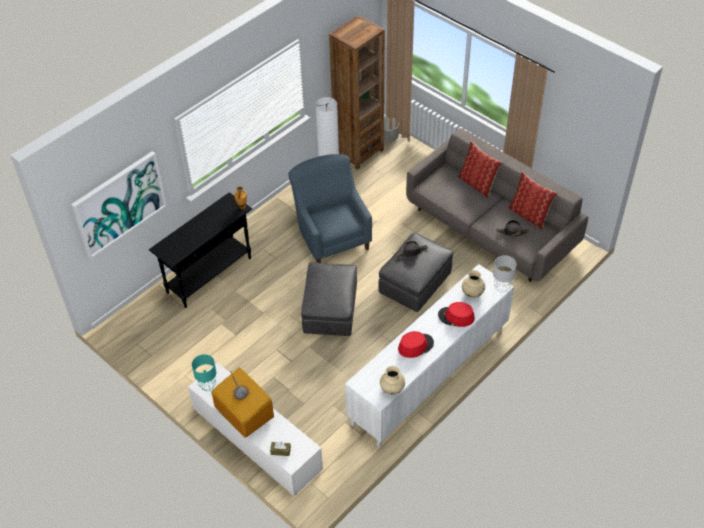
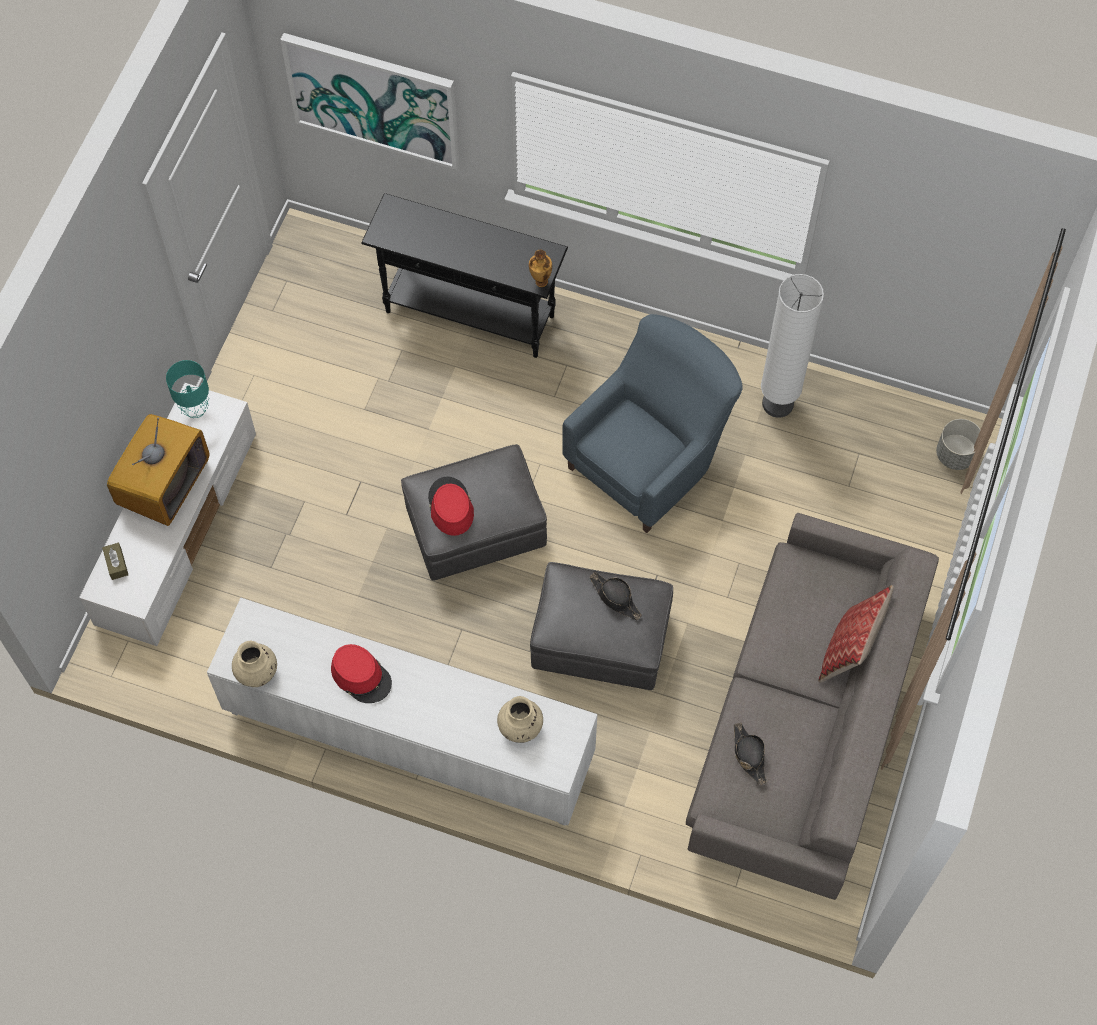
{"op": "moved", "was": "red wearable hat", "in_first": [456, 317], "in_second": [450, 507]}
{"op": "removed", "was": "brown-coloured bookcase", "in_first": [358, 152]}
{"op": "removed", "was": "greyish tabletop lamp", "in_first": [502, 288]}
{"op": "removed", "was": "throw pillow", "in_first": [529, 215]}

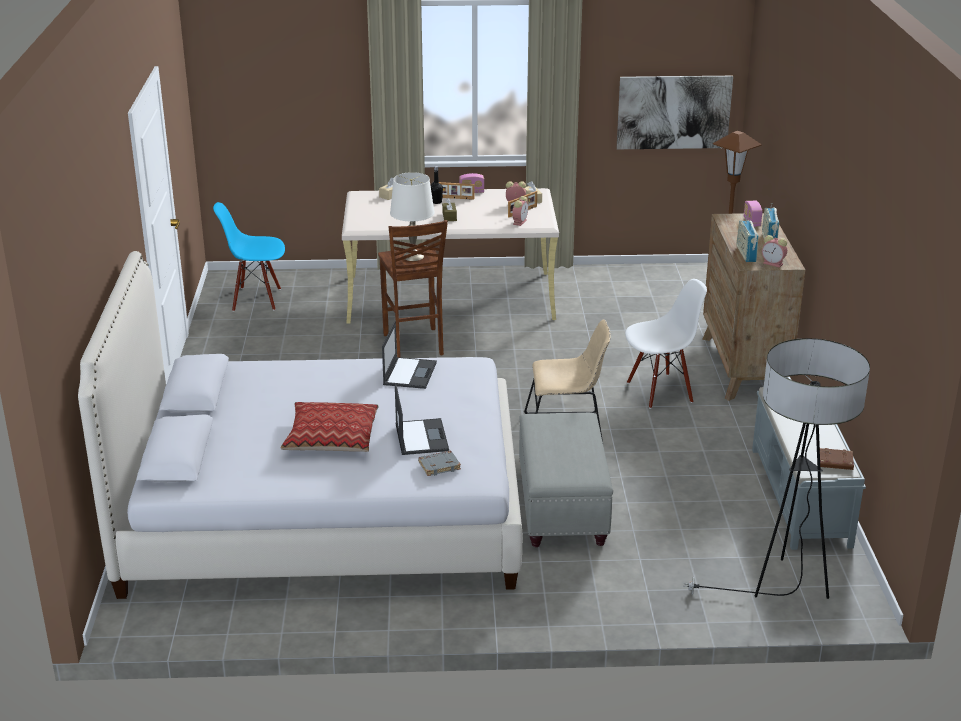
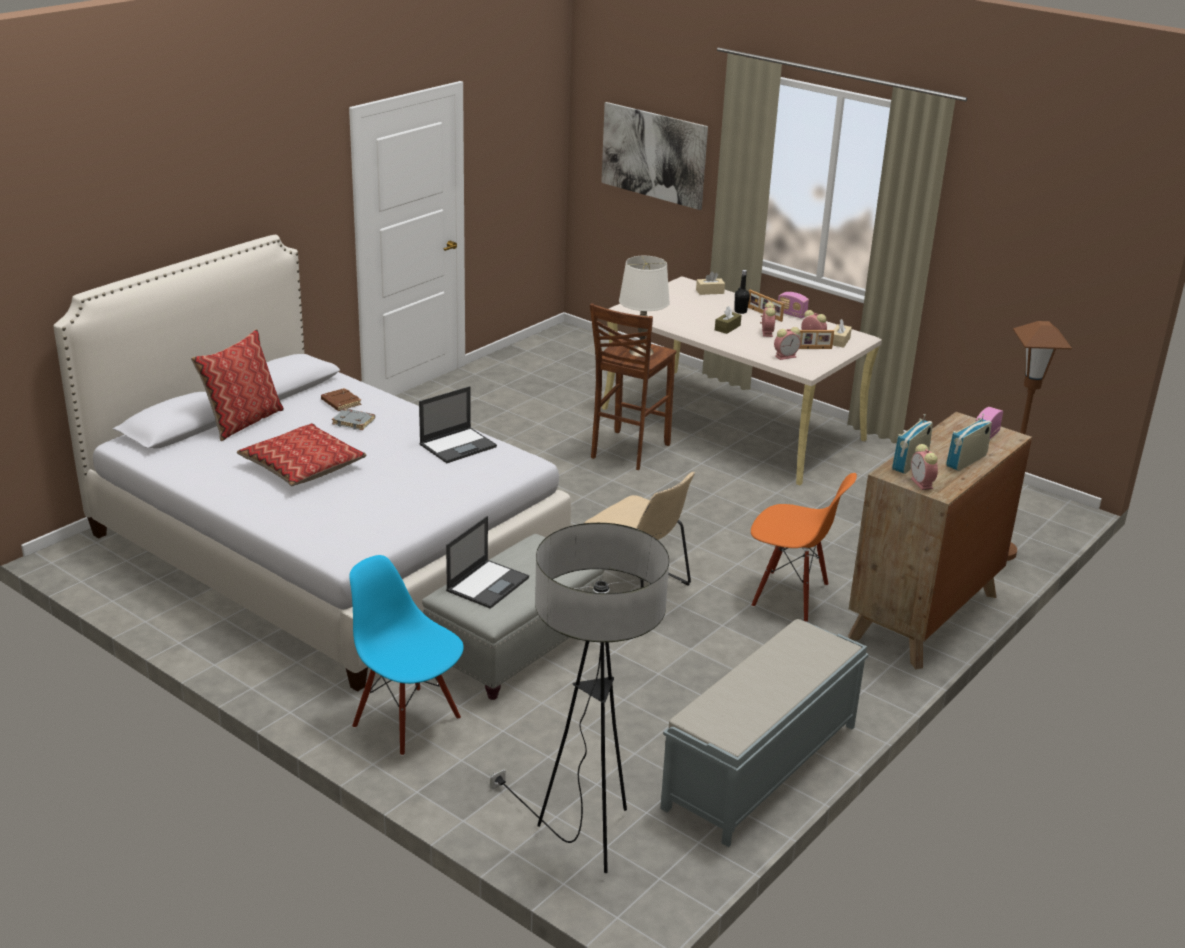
{"op": "added", "now": "throw pillow", "in_second": [243, 421]}
{"op": "moved", "was": "brown-coloured volume", "in_first": [834, 462], "in_second": [340, 403]}
{"op": "moved", "was": "greyish volume", "in_first": [439, 465], "in_second": [354, 422]}
{"op": "moved", "was": "bluish chair", "in_first": [256, 299], "in_second": [407, 721]}
{"op": "moved", "was": "portable computer", "in_first": [421, 437], "in_second": [488, 584]}
{"op": "moved", "was": "wall art", "in_first": [673, 112], "in_second": [653, 155]}
{"op": "recoloured", "was": "whitish chair", "now": "orange chair", "in_first": [660, 391], "in_second": [790, 596]}
{"op": "added", "now": "table clock", "in_second": [767, 332]}

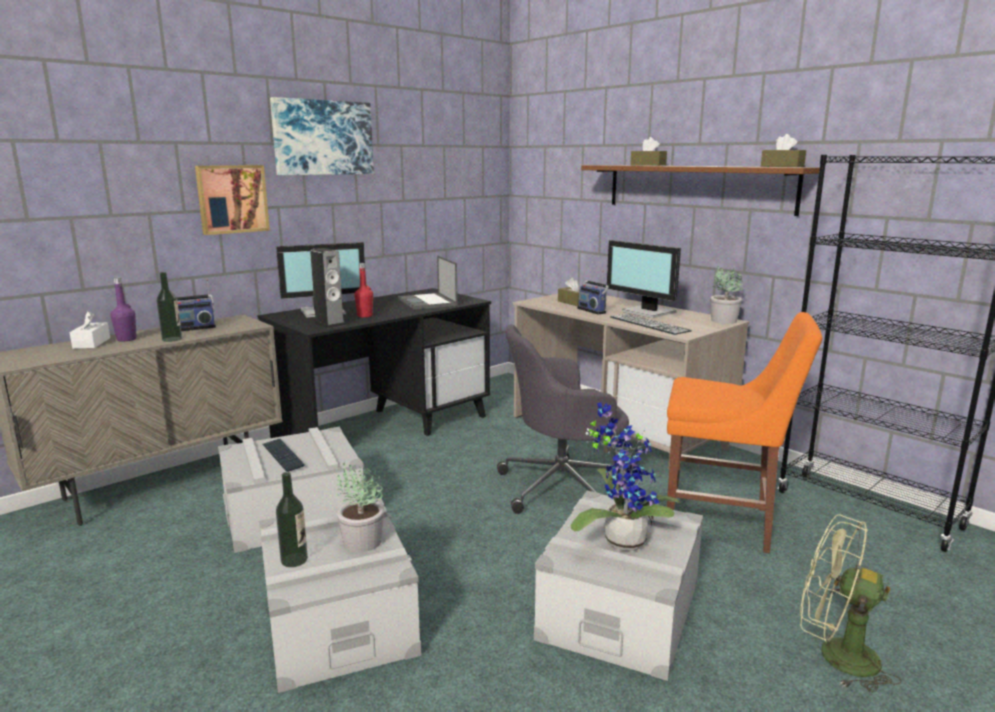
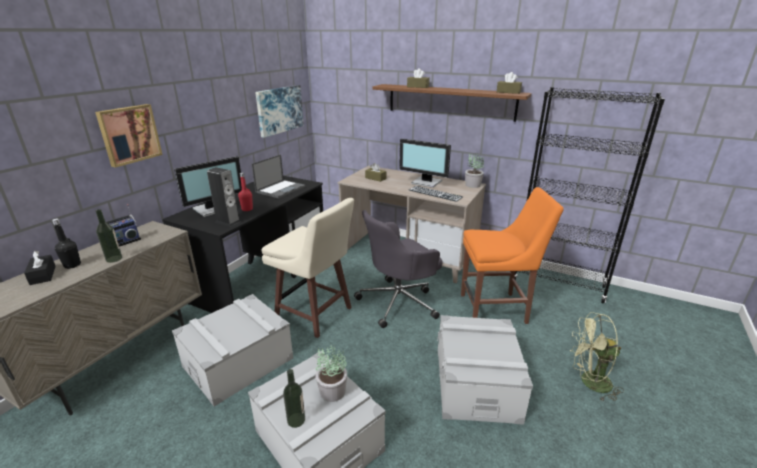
{"op": "recoloured", "was": "whitish tissue holder", "now": "blackish tissue holder", "in_first": [91, 343], "in_second": [43, 275]}
{"op": "recoloured", "was": "purple beverage bottle", "now": "blackish beverage bottle", "in_first": [126, 339], "in_second": [72, 265]}
{"op": "turned", "was": "portable computer", "in_first": [427, 302], "in_second": [281, 189], "clockwise": -105}
{"op": "moved", "was": "wall art", "in_first": [323, 138], "in_second": [279, 110]}
{"op": "added", "now": "beige stool", "in_second": [315, 314]}
{"op": "removed", "was": "PC keyboard", "in_first": [282, 456]}
{"op": "removed", "was": "houseplant", "in_first": [620, 539]}
{"op": "removed", "was": "radio set", "in_first": [593, 310]}

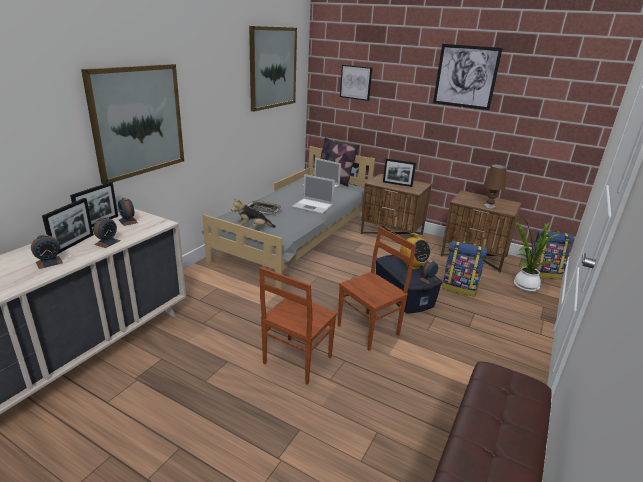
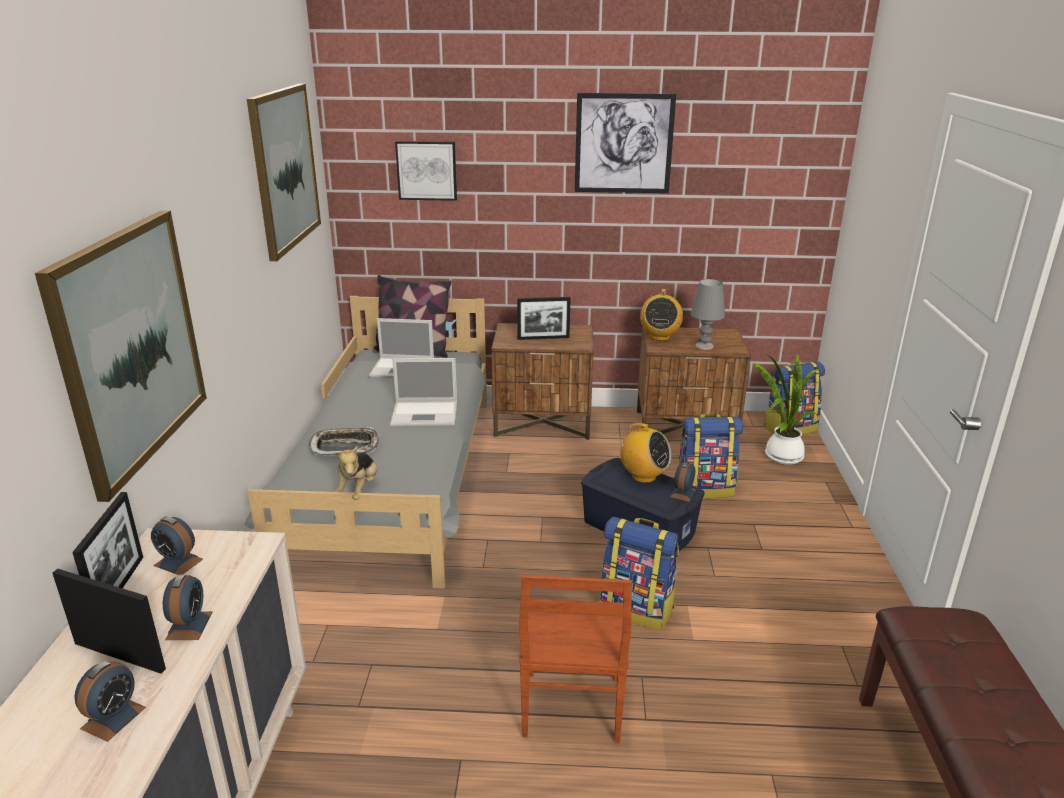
{"op": "turned", "was": "photo frame", "in_first": [73, 244], "in_second": [119, 656], "clockwise": -60}
{"op": "turned", "was": "cuddly toy", "in_first": [252, 228], "in_second": [358, 490], "clockwise": -45}
{"op": "replaced", "was": "brown-coloured chair", "now": "rucksack", "in_first": [369, 330], "in_second": [637, 608]}
{"op": "added", "now": "radio set", "in_second": [659, 337]}
{"op": "recoloured", "was": "brown-coloured tabletop lamp", "now": "greyish tabletop lamp", "in_first": [489, 206], "in_second": [704, 346]}

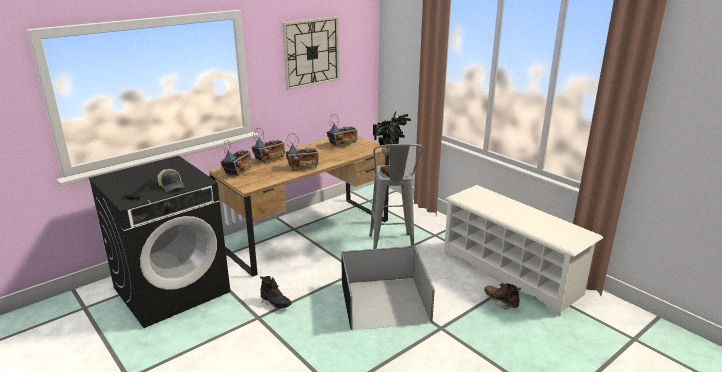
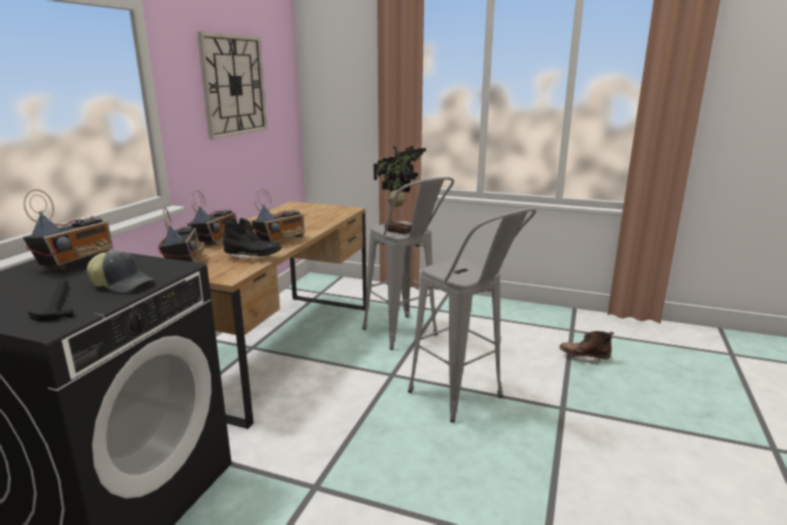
{"op": "moved", "was": "radio set", "in_first": [343, 144], "in_second": [77, 262]}
{"op": "moved", "was": "blackish boot", "in_first": [276, 304], "in_second": [252, 258]}
{"op": "replaced", "was": "blackish storage bin", "now": "greyish stool", "in_first": [383, 302], "in_second": [465, 401]}
{"op": "removed", "was": "whitish shoe shelf", "in_first": [511, 273]}

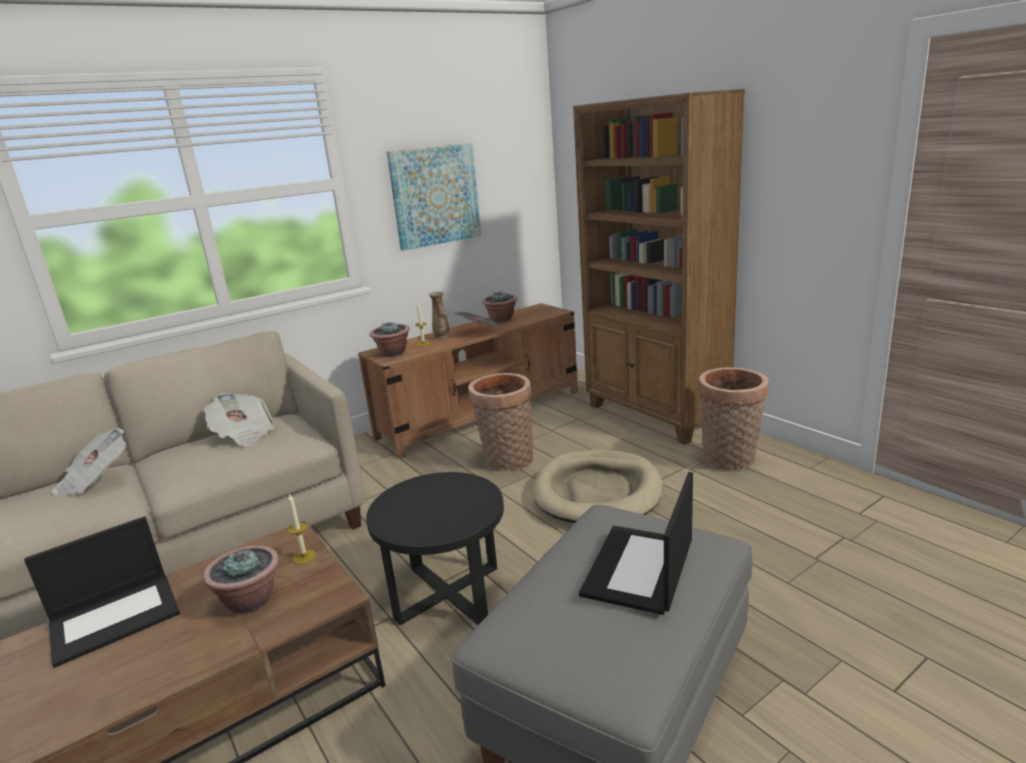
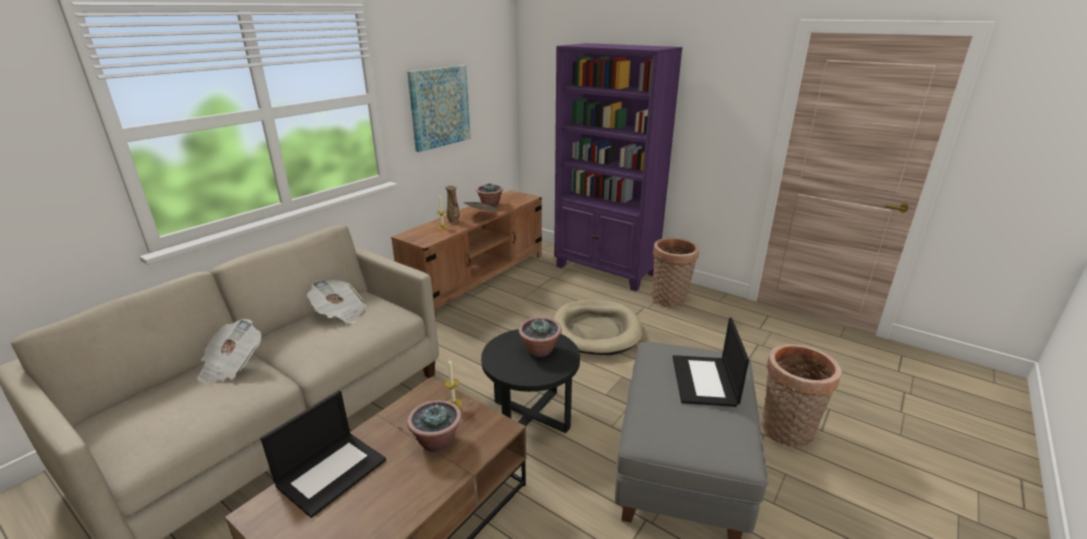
{"op": "moved", "was": "houseplant", "in_first": [393, 353], "in_second": [540, 350]}
{"op": "recoloured", "was": "brown-coloured bookcase", "now": "purple bookcase", "in_first": [656, 415], "in_second": [606, 271]}
{"op": "moved", "was": "storage basket", "in_first": [507, 461], "in_second": [786, 433]}

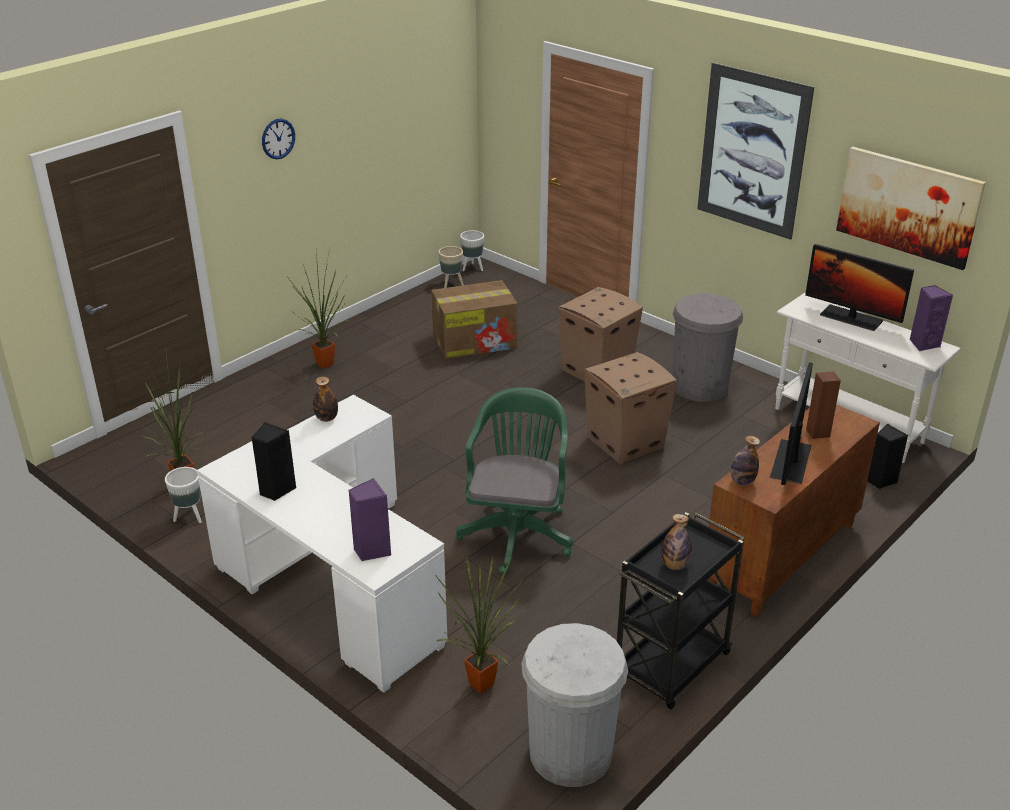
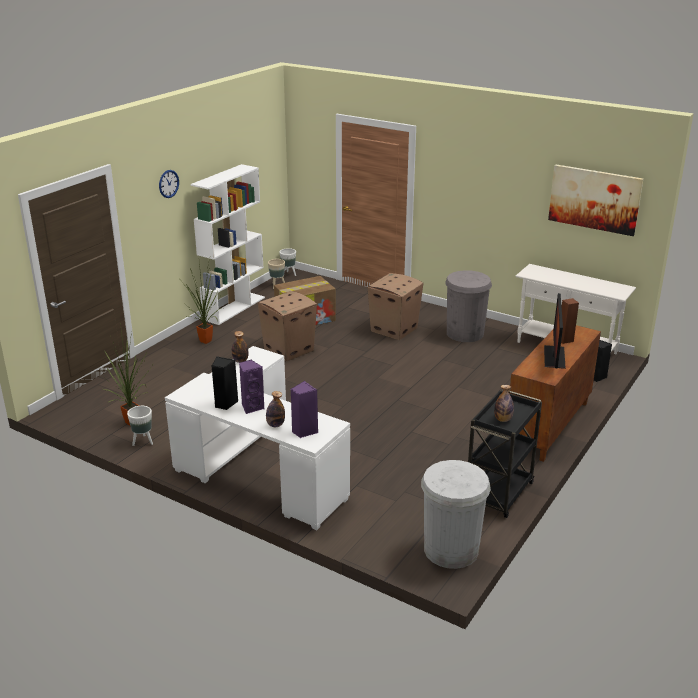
{"op": "added", "now": "whitish bookcase", "in_second": [234, 308]}
{"op": "moved", "was": "purple audio speaker", "in_first": [923, 344], "in_second": [252, 407]}
{"op": "moved", "was": "packing box", "in_first": [626, 442], "in_second": [289, 349]}
{"op": "moved", "was": "beverage bottle", "in_first": [742, 481], "in_second": [275, 425]}
{"op": "removed", "was": "houseplant", "in_first": [479, 682]}
{"op": "removed", "was": "green-coloured computer chair", "in_first": [517, 532]}
{"op": "removed", "was": "wall art", "in_first": [752, 151]}
{"op": "removed", "was": "monitor", "in_first": [851, 318]}

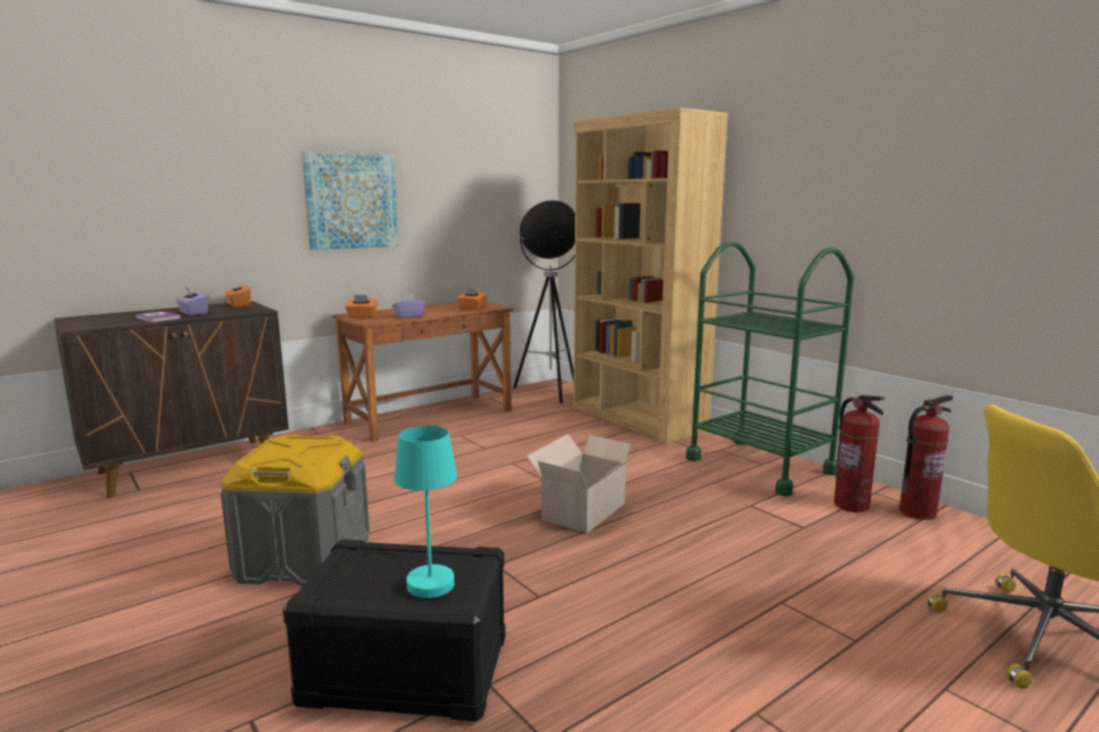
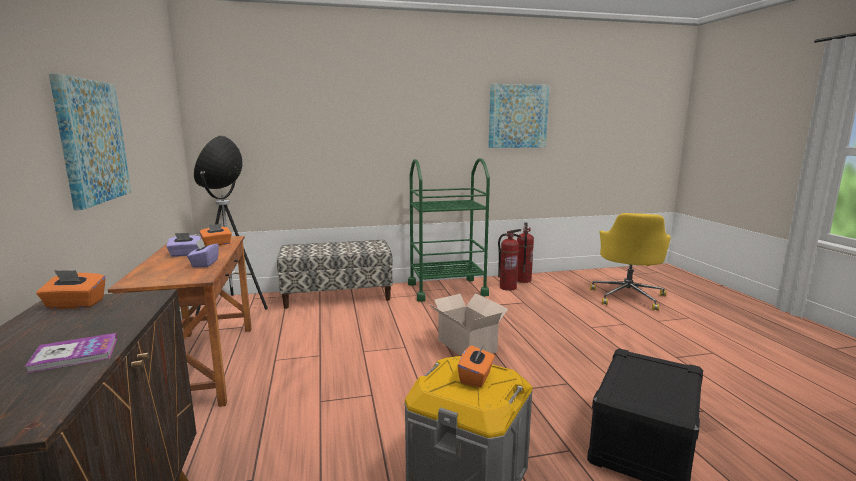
{"op": "moved", "was": "purple tissue holder", "in_first": [193, 313], "in_second": [185, 254]}
{"op": "replaced", "was": "brown-coloured bookcase", "now": "long seat", "in_first": [637, 419], "in_second": [337, 296]}
{"op": "moved", "was": "orange tissue holder", "in_first": [362, 317], "in_second": [476, 377]}
{"op": "added", "now": "wall art", "in_second": [518, 116]}
{"op": "removed", "was": "turquoise tabletop lamp", "in_first": [420, 579]}

